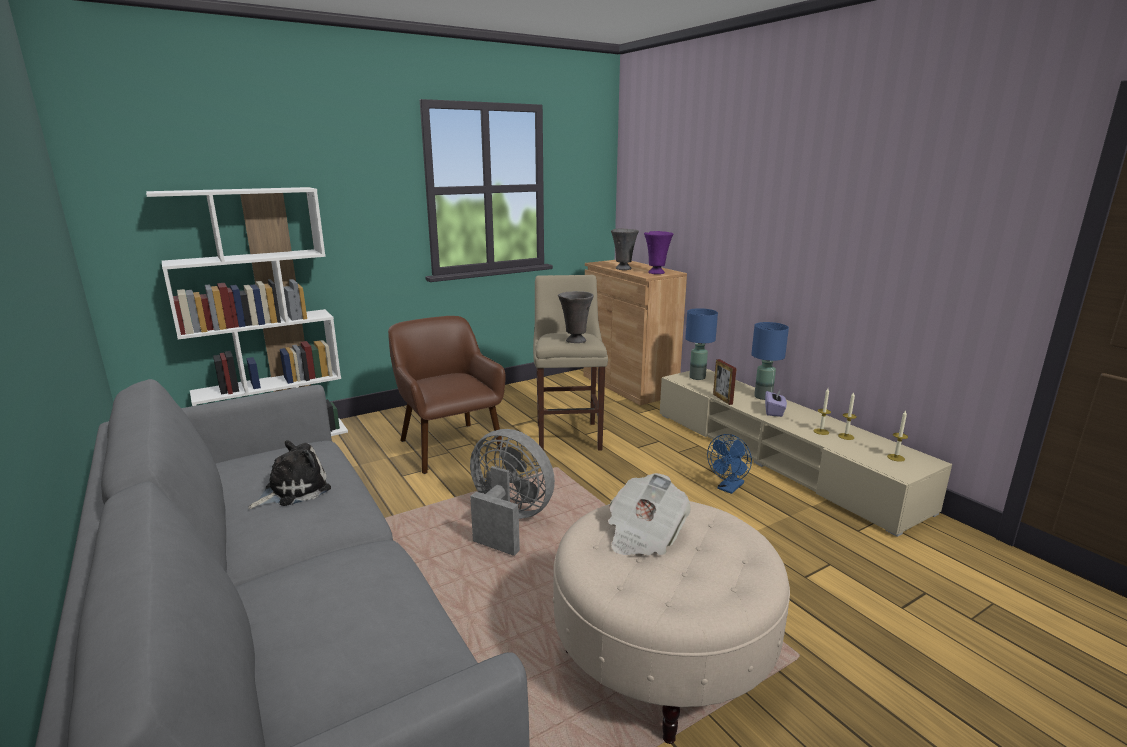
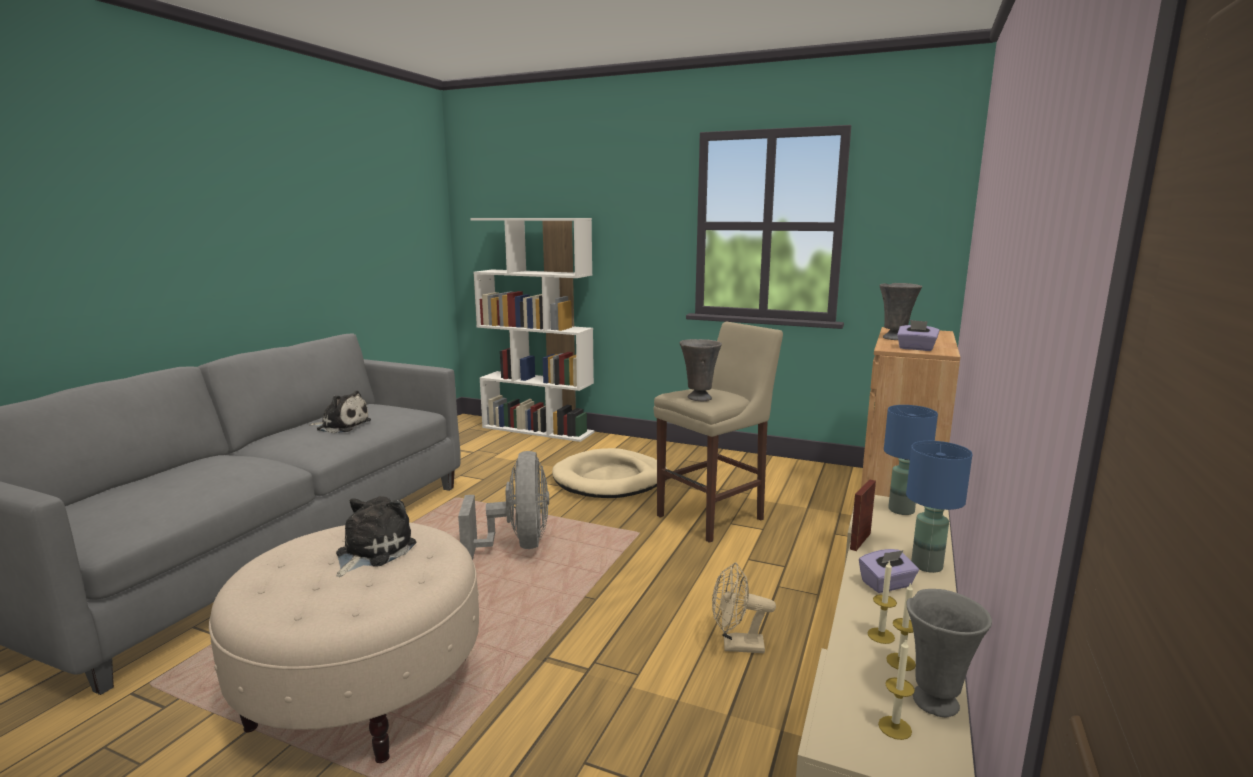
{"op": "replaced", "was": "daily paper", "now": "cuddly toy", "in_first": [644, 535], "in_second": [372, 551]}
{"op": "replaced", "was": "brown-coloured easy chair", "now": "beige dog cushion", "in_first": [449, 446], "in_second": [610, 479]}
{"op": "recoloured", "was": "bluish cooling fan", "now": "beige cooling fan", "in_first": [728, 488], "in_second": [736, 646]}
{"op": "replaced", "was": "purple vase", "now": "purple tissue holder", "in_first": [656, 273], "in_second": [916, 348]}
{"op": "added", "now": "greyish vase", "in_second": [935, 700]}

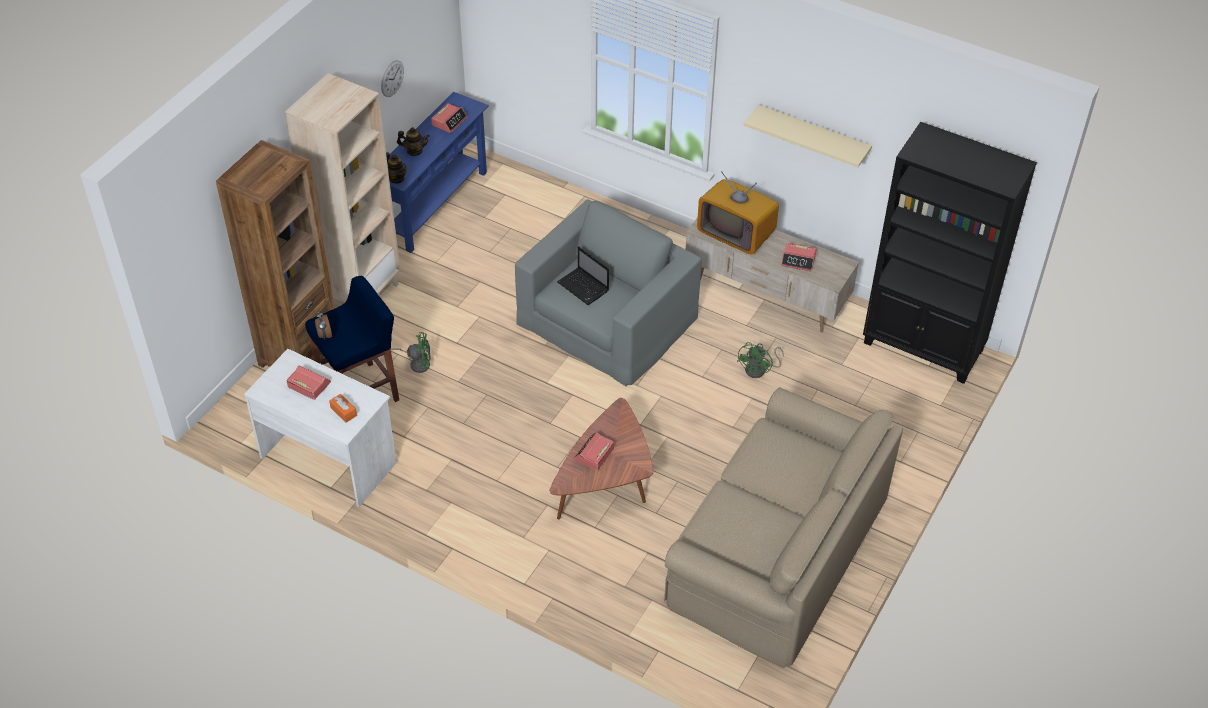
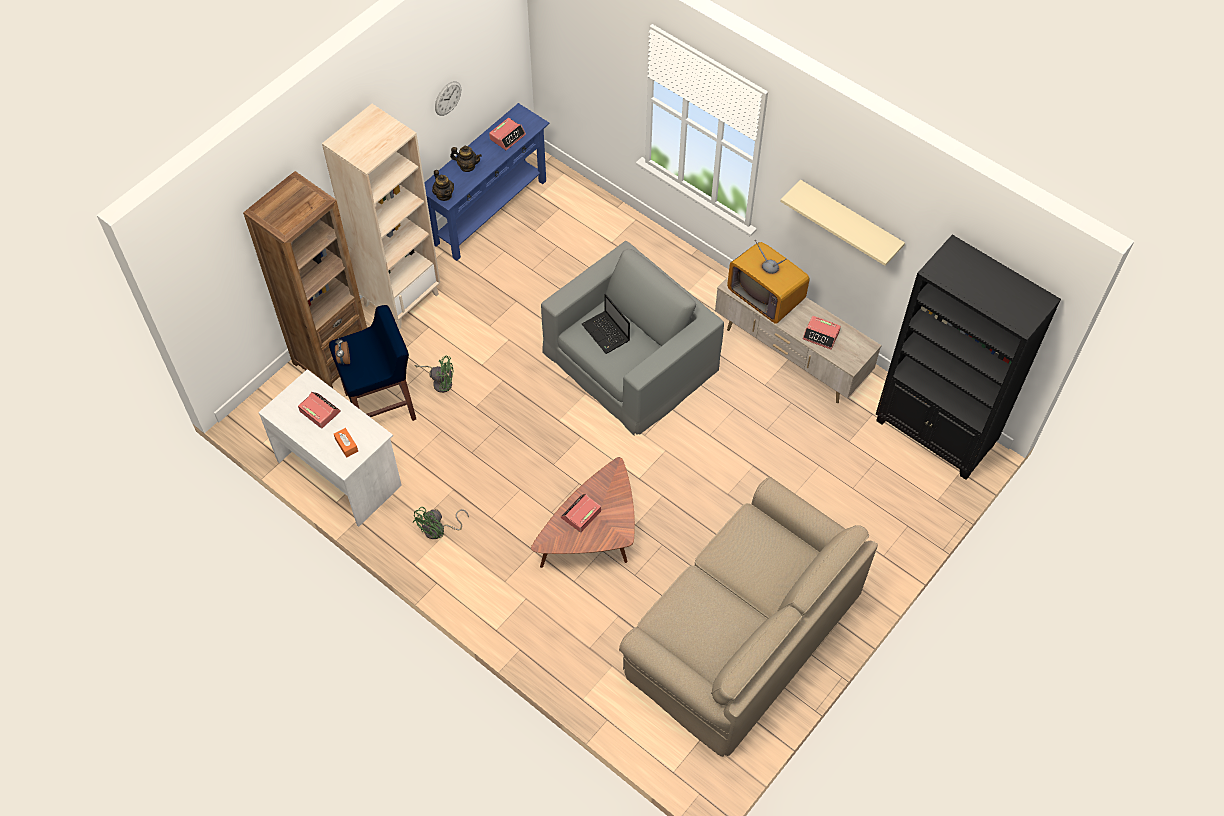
{"op": "moved", "was": "green-coloured cooling fan", "in_first": [759, 370], "in_second": [439, 530]}

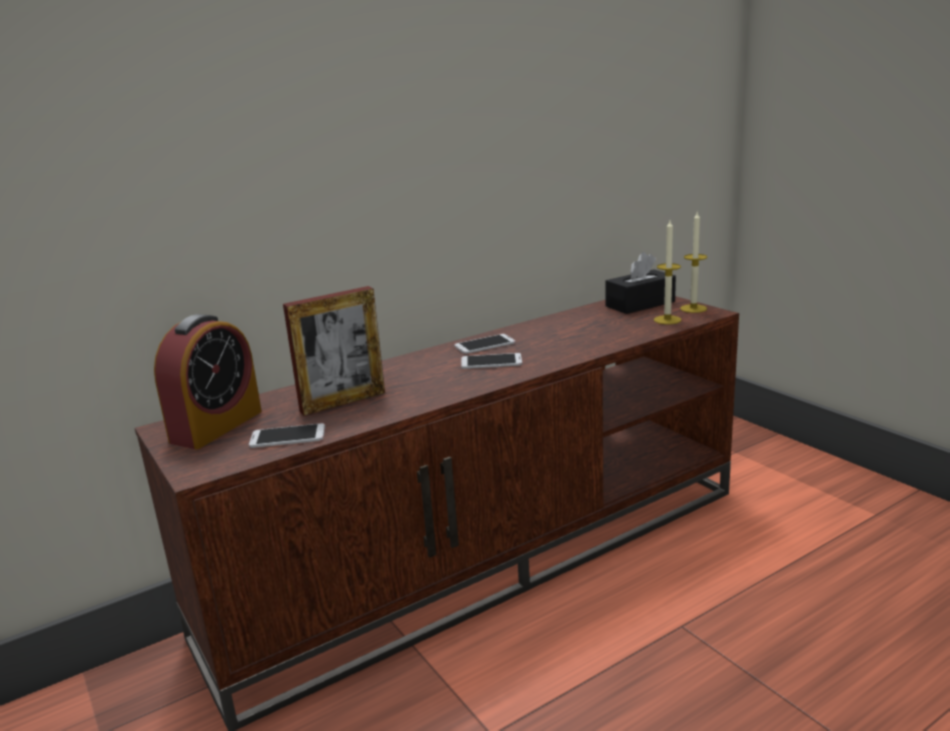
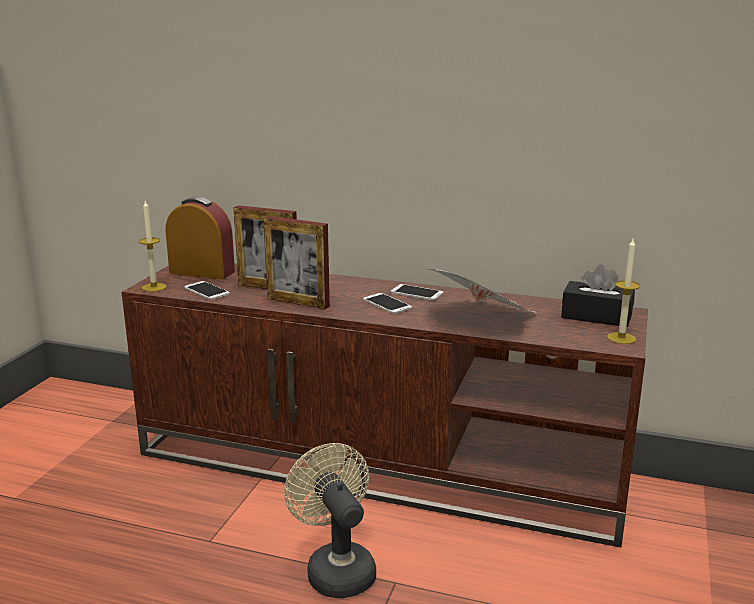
{"op": "moved", "was": "wax candle", "in_first": [667, 320], "in_second": [154, 287]}
{"op": "turned", "was": "table clock", "in_first": [216, 426], "in_second": [202, 272], "clockwise": -150}
{"op": "added", "now": "photo frame", "in_second": [298, 302]}
{"op": "added", "now": "beige cooling fan", "in_second": [336, 569]}
{"op": "added", "now": "daily paper", "in_second": [483, 320]}

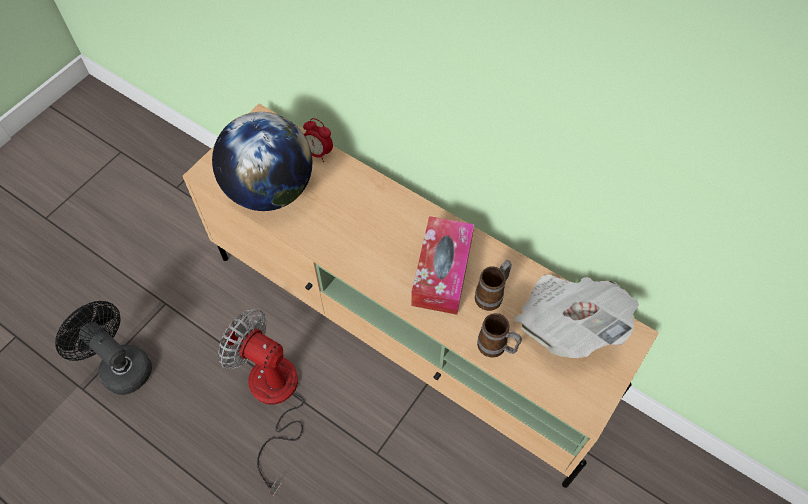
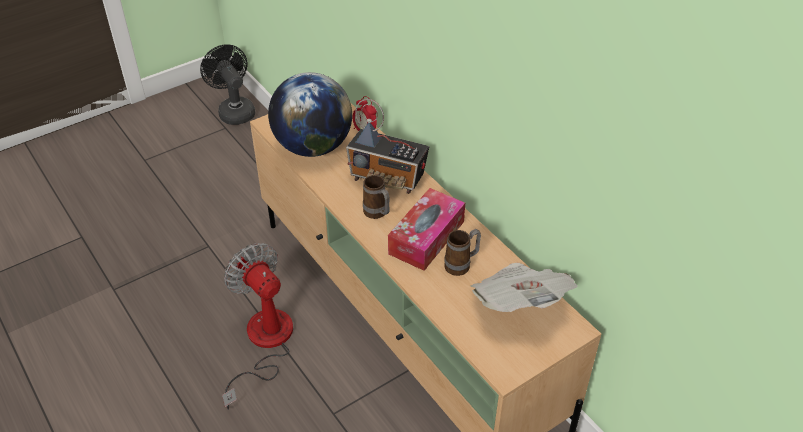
{"op": "moved", "was": "blackish cooling fan", "in_first": [120, 366], "in_second": [234, 111]}
{"op": "added", "now": "radio set", "in_second": [388, 178]}
{"op": "moved", "was": "tea mug", "in_first": [496, 348], "in_second": [377, 214]}

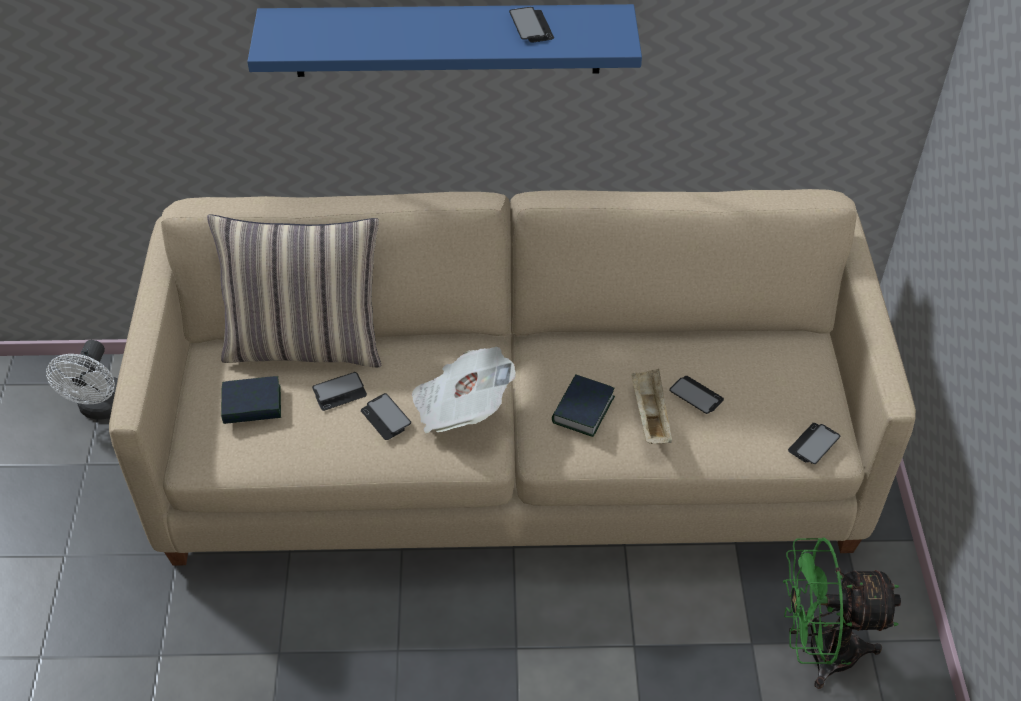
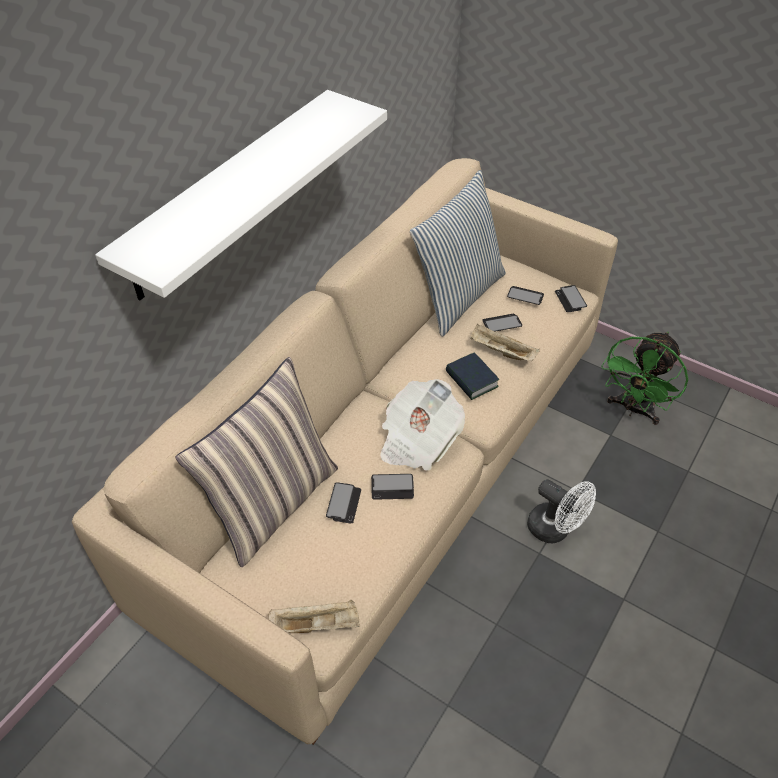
{"op": "recoloured", "was": "bluish bracket shelf", "now": "whitish bracket shelf", "in_first": [447, 40], "in_second": [230, 193]}
{"op": "added", "now": "beige serving tray", "in_second": [316, 624]}
{"op": "added", "now": "throw pillow", "in_second": [457, 296]}
{"op": "moved", "was": "handset", "in_first": [531, 26], "in_second": [525, 296]}
{"op": "moved", "was": "whitish cooling fan", "in_first": [101, 408], "in_second": [555, 529]}
{"op": "removed", "was": "volume", "in_first": [252, 405]}

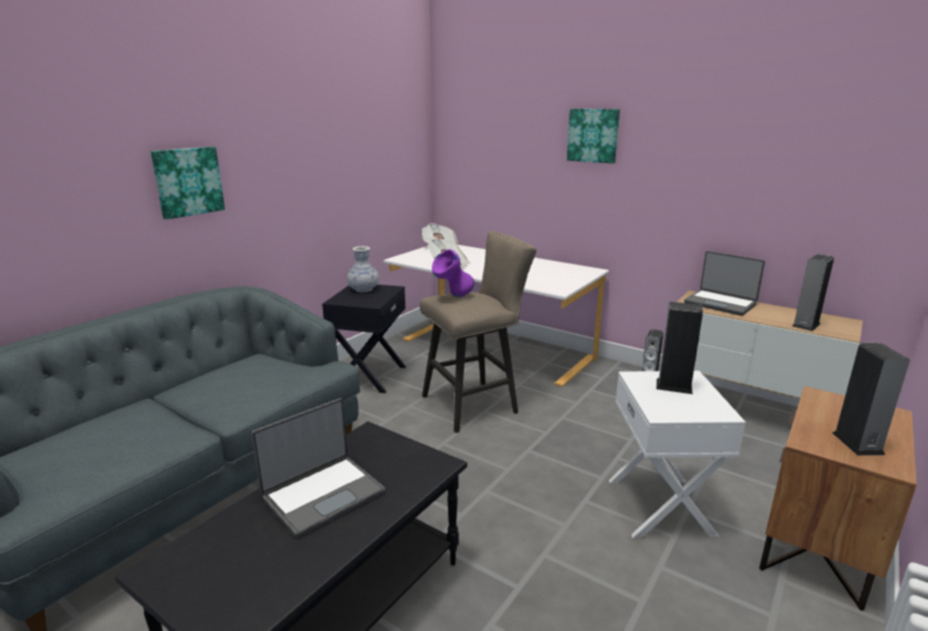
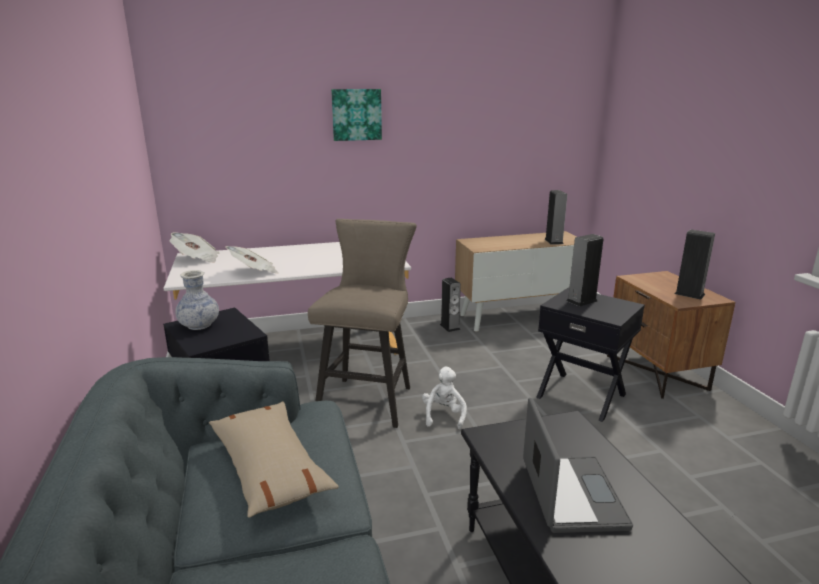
{"op": "added", "now": "beige throw pillow", "in_second": [269, 468]}
{"op": "added", "now": "whitish cuddly toy", "in_second": [444, 416]}
{"op": "recoloured", "was": "whitish end table", "now": "blackish end table", "in_first": [662, 506], "in_second": [581, 395]}
{"op": "removed", "was": "wall art", "in_first": [188, 181]}
{"op": "removed", "was": "purple vase", "in_first": [453, 297]}
{"op": "removed", "was": "portable computer", "in_first": [720, 303]}

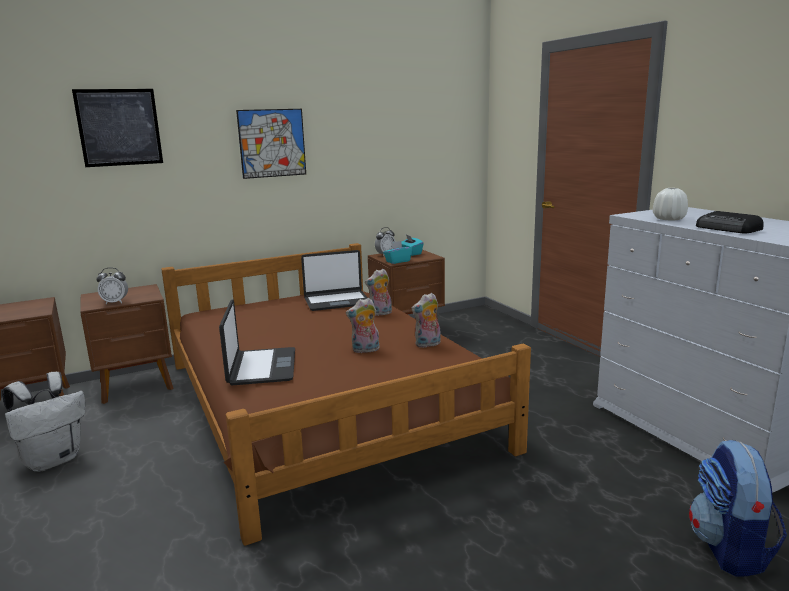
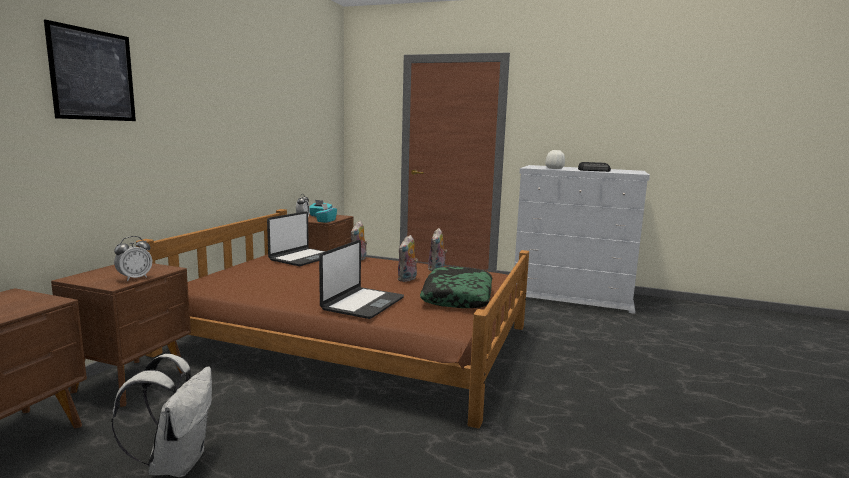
{"op": "turned", "was": "portable computer", "in_first": [261, 367], "in_second": [362, 304], "clockwise": 75}
{"op": "added", "now": "throw pillow", "in_second": [457, 297]}
{"op": "removed", "was": "wall art", "in_first": [272, 143]}
{"op": "removed", "was": "rucksack", "in_first": [730, 549]}

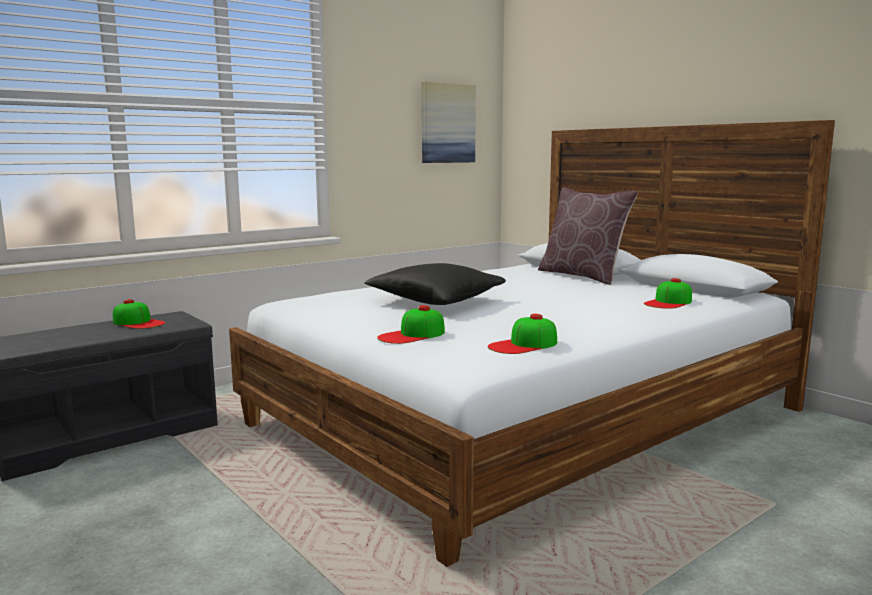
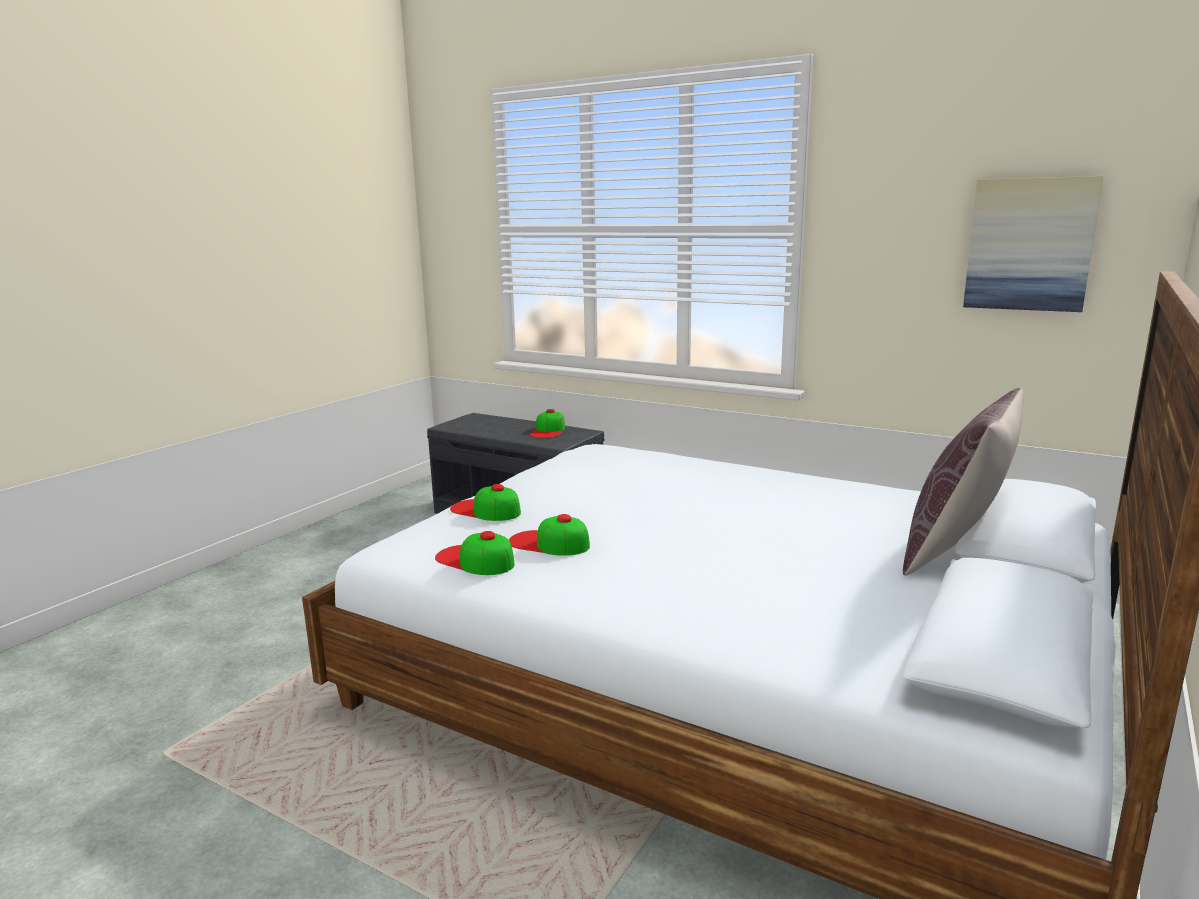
{"op": "moved", "was": "baseball cap", "in_first": [669, 302], "in_second": [549, 543]}
{"op": "removed", "was": "blackish throw pillow", "in_first": [436, 301]}

